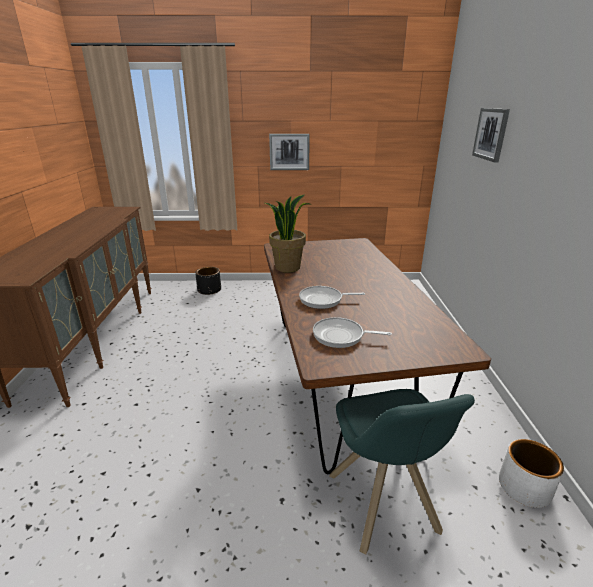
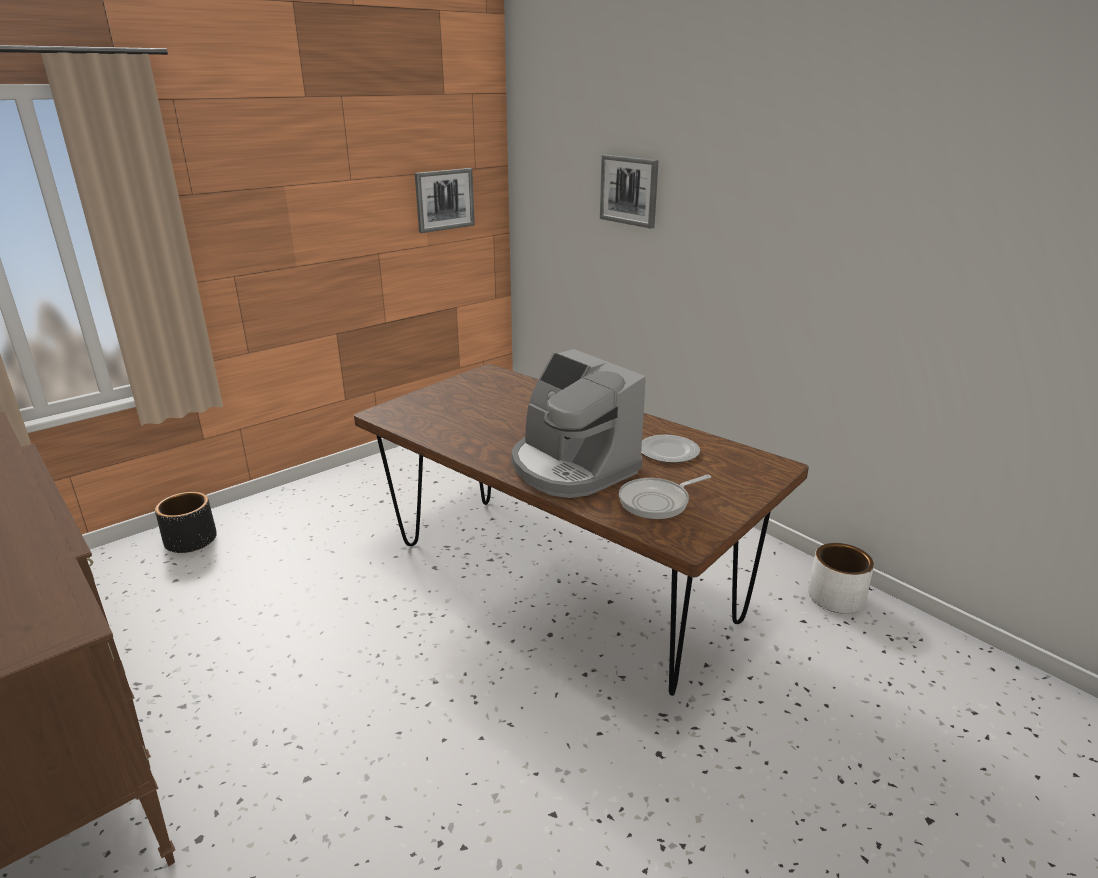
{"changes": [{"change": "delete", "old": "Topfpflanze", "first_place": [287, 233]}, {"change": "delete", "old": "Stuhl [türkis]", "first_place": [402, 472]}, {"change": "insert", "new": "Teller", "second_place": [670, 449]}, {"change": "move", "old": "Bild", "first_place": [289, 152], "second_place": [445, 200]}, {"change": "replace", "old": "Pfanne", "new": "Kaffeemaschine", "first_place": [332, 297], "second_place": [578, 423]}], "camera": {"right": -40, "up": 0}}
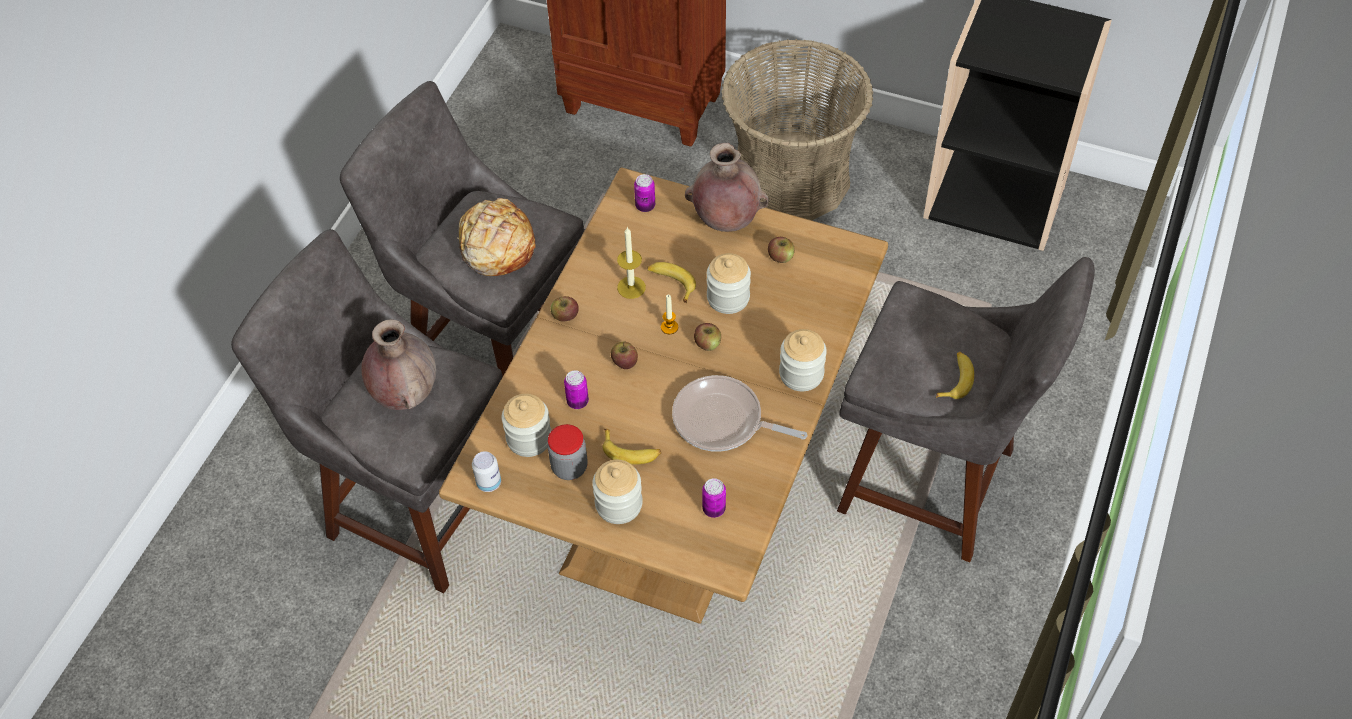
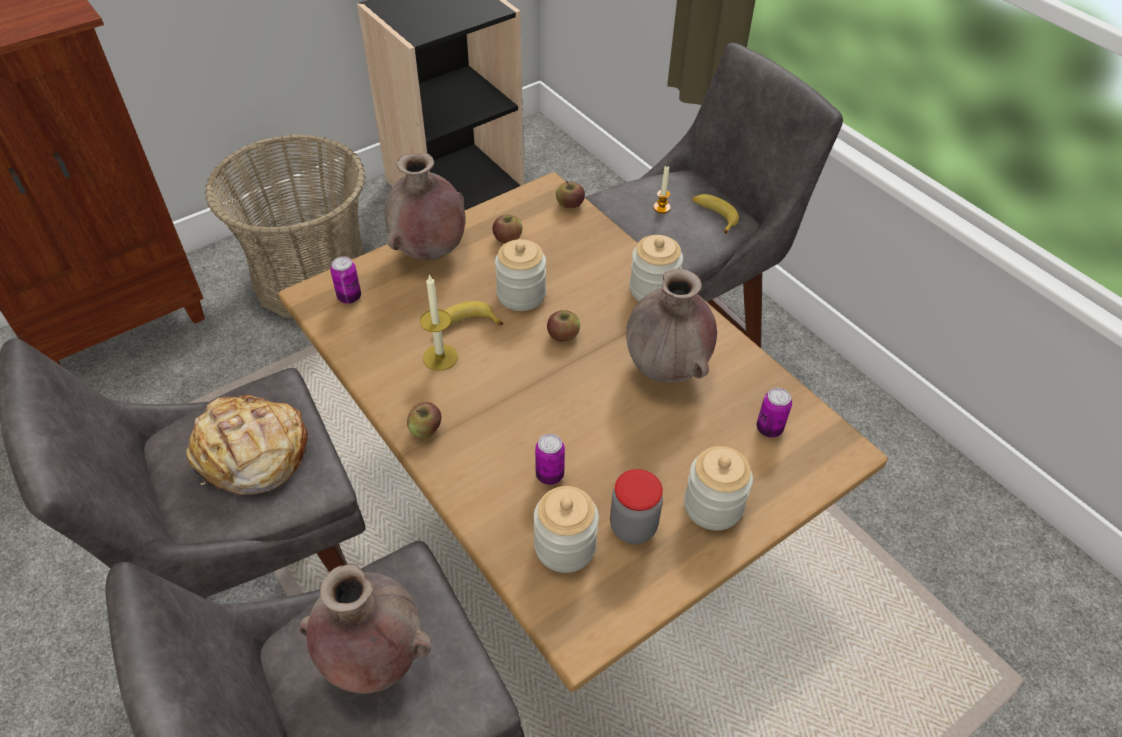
{"changes": [{"change": "delete", "old": "Dose", "first_place": [486, 471]}, {"change": "delete", "old": "Banane", "first_place": [632, 447]}, {"change": "move", "old": "Apfel", "first_place": [624, 355], "second_place": [570, 194]}, {"change": "move", "old": "Kerze", "first_place": [669, 314], "second_place": [662, 189]}, {"change": "replace", "old": "Pfanne", "new": "Vase [braun]", "first_place": [739, 413], "second_place": [671, 326]}], "camera": {"right": -60, "up": -5}}
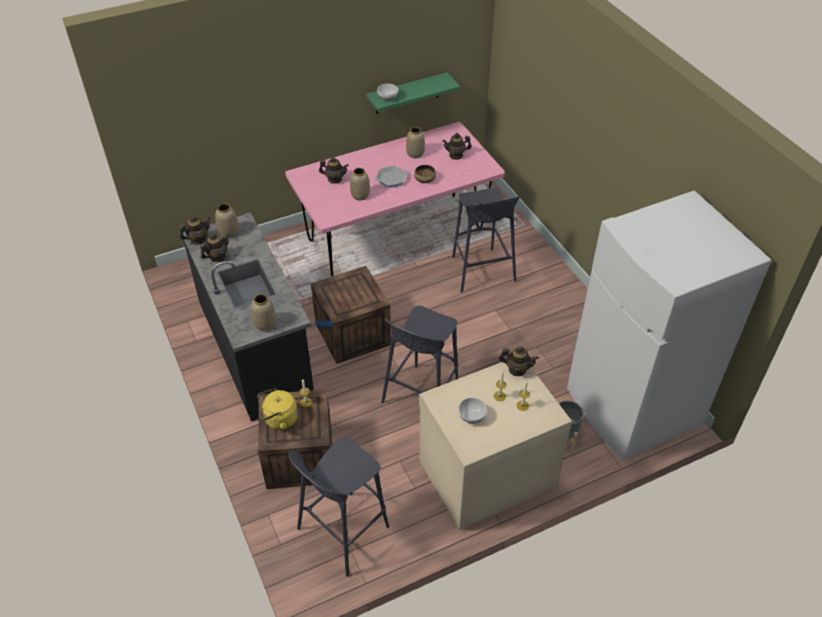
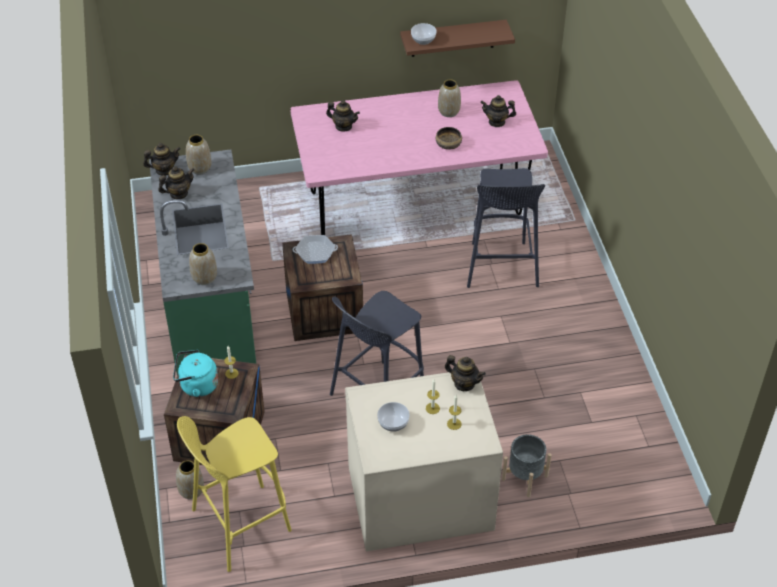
{"changes": [{"change": "delete", "old": "Kühlschrank [weiß]", "first_place": [669, 326]}, {"change": "move", "old": "Vase", "first_place": [360, 184], "second_place": [190, 480]}, {"change": "move", "old": "Pfanne", "first_place": [391, 177], "second_place": [315, 249]}, {"change": "recolor", "old": "Küchenzeile [schwarz]", "new": "Küchenzeile [grün]", "first_place": [248, 317], "second_place": [202, 262]}, {"change": "recolor", "old": "Wasserkessel [gelb]", "new": "Wasserkessel [türkis]", "first_place": [277, 409], "second_place": [195, 373]}, {"change": "recolor", "old": "Hocker [grau]", "new": "Hocker [gelb]", "first_place": [339, 507], "second_place": [234, 494]}, {"change": "recolor", "old": "Wandregal [grün]", "new": "Wandregal [braun]", "first_place": [413, 93], "second_place": [457, 38]}], "camera": {"right": 15, "up": 0}}
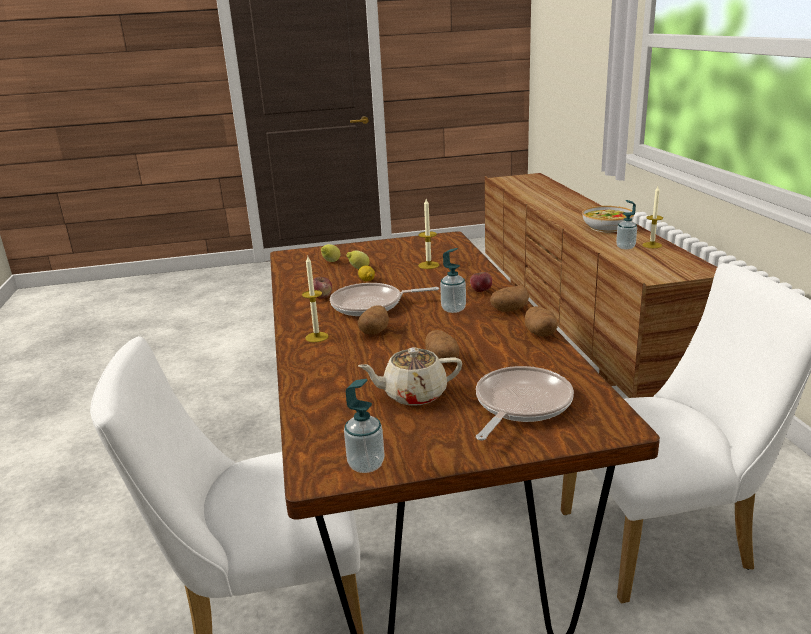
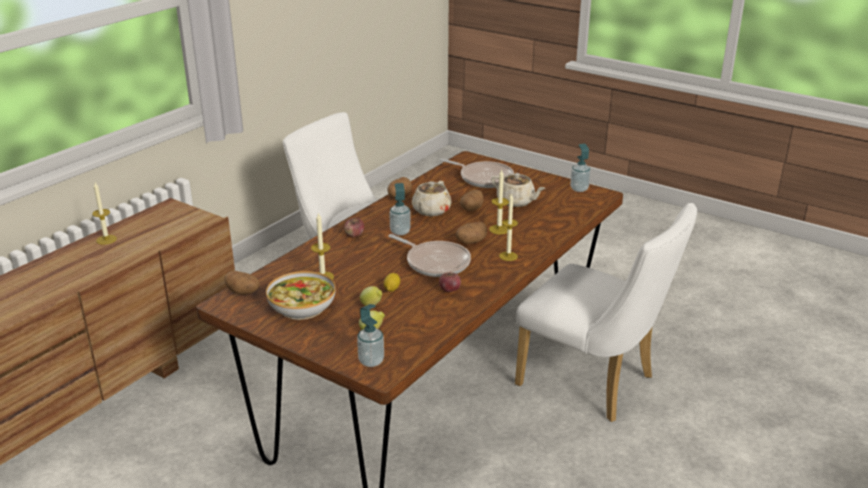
{"changes": [{"change": "insert", "new": "Teekanne [beige]", "second_place": [432, 198]}, {"change": "insert", "new": "Kerze", "second_place": [499, 201]}, {"change": "move", "old": "Kartoffel", "first_place": [509, 299], "second_place": [242, 283]}, {"change": "move", "old": "Schüssel", "first_place": [608, 219], "second_place": [301, 295]}, {"change": "move", "old": "Seifenspender", "first_place": [626, 224], "second_place": [370, 335]}, {"change": "rotate", "old": "Pfanne", "first_place": [525, 403], "second_place": [477, 173], "degrees": -135}], "camera": {"right": -135, "up": 5}}
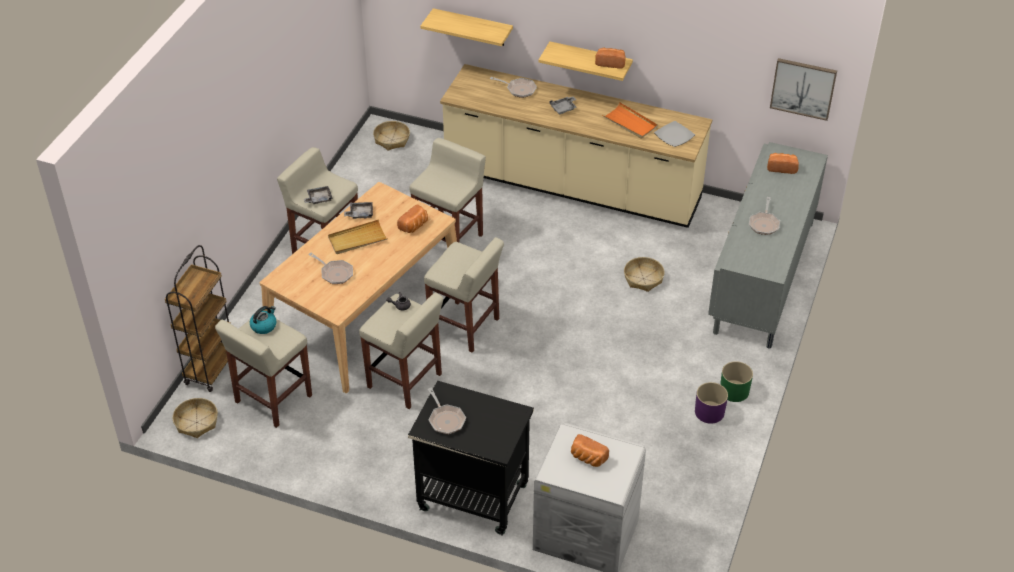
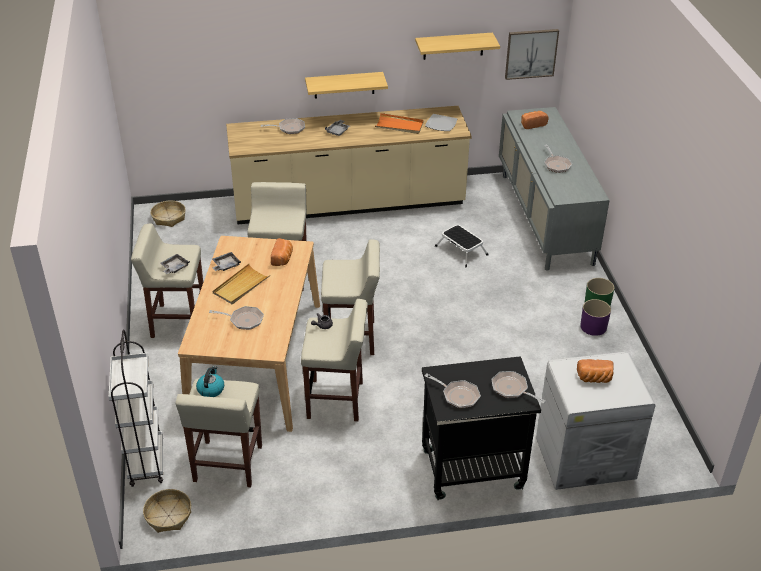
{"changes": [{"change": "delete", "old": "Brot", "first_place": [610, 58]}, {"change": "insert", "new": "Pfanne", "second_place": [518, 387]}, {"change": "move", "old": "Wandregal", "first_place": [466, 27], "second_place": [457, 46]}, {"change": "replace", "old": "Korb", "new": "Trittleiter [schwarz]", "first_place": [644, 274], "second_place": [462, 246]}, {"change": "recolor", "old": "Rollwagen [braun]", "new": "Rollwagen [weiß]", "first_place": [198, 318], "second_place": [136, 408]}], "camera": {"right": -30, "up": -5}}
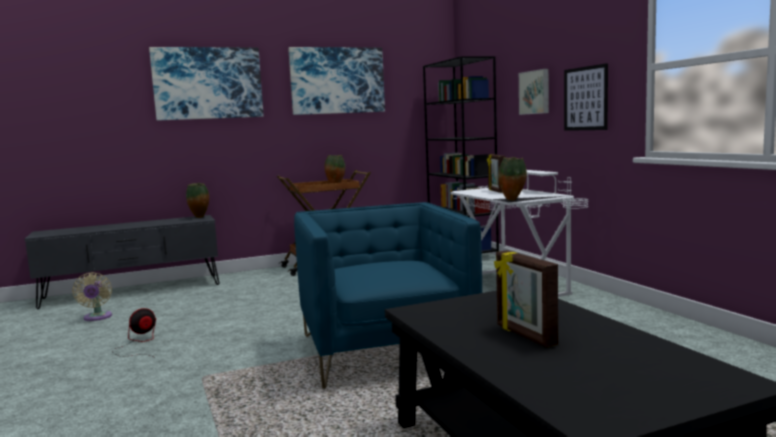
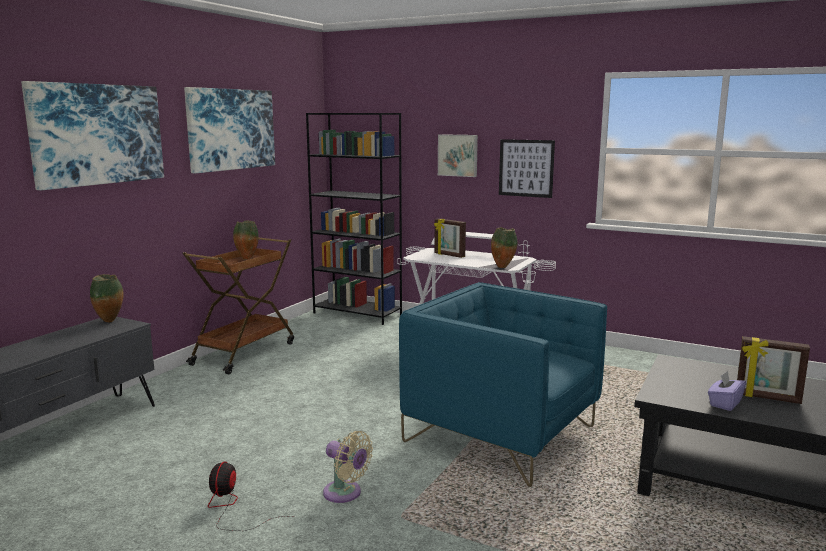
{"changes": [{"change": "insert", "new": "Taschentuchbox [lila]", "second_place": [727, 391]}, {"change": "move", "old": "Ventilator [beige]", "first_place": [92, 296], "second_place": [348, 467]}], "camera": {"right": -40, "up": 5}}
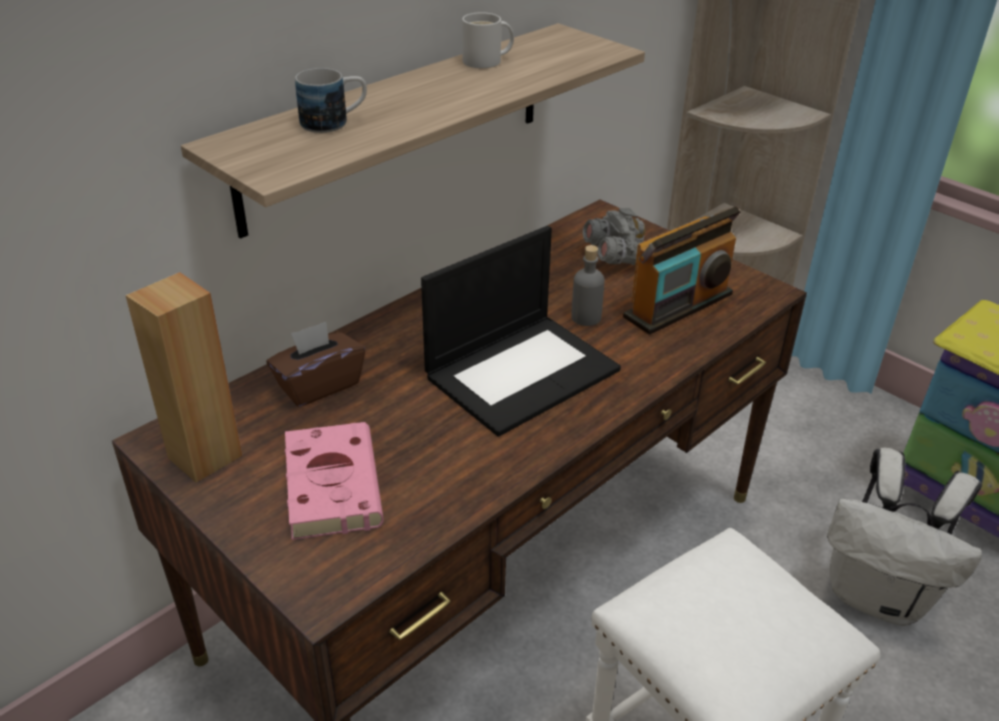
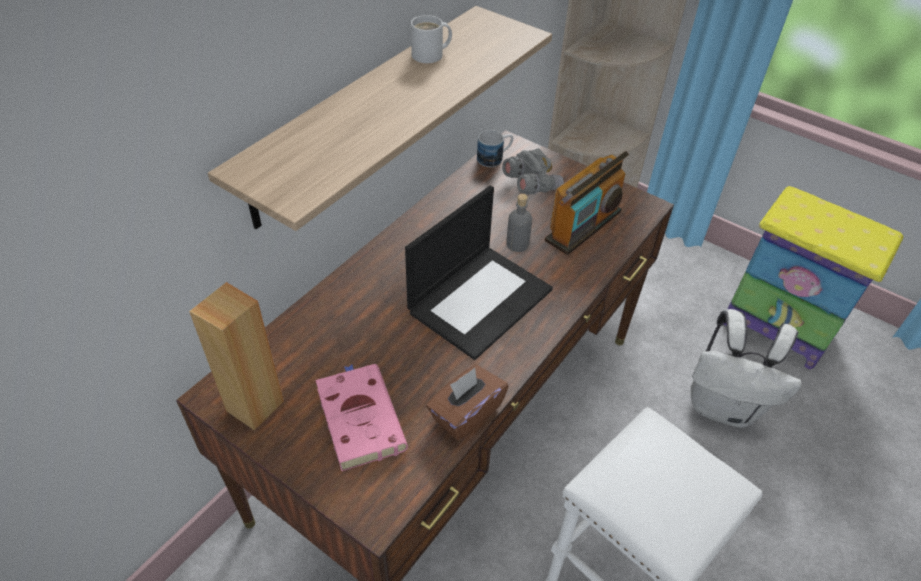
{"changes": [{"change": "move", "old": "Taschentuchbox [braun]", "first_place": [316, 364], "second_place": [467, 403]}, {"change": "move", "old": "Henkelbecher", "first_place": [331, 100], "second_place": [495, 148]}], "camera": {"right": -10, "up": 10}}
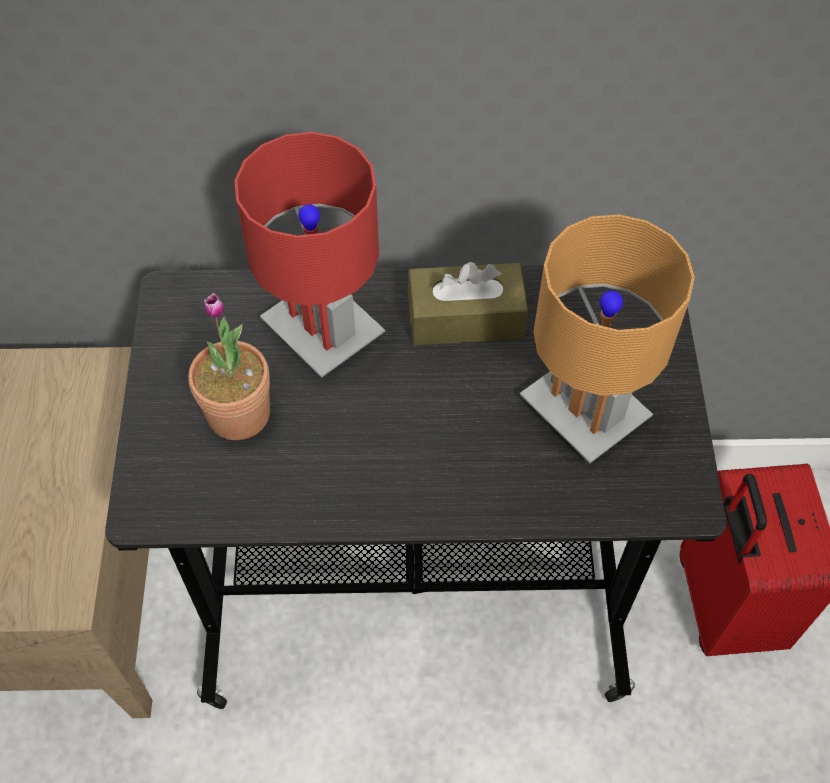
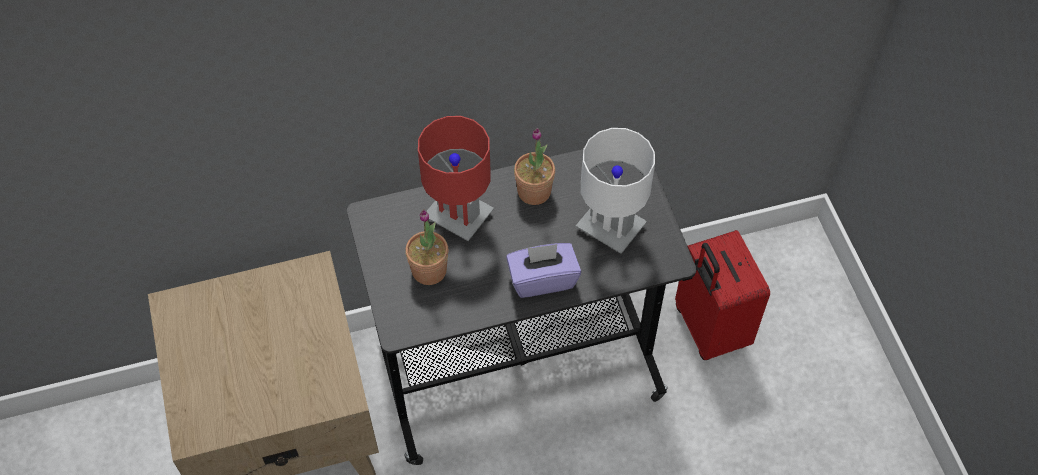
{"changes": [{"change": "insert", "new": "Taschentuchbox [lila]", "second_place": [543, 270]}, {"change": "replace", "old": "Taschentuchbox [braun]", "new": "Topfpflanze", "first_place": [468, 303], "second_place": [534, 166]}, {"change": "recolor", "old": "Tischlampe [braun]", "new": "Tischlampe [weiß]", "first_place": [607, 338], "second_place": [615, 191]}], "camera": {"right": -15, "up": 0}}
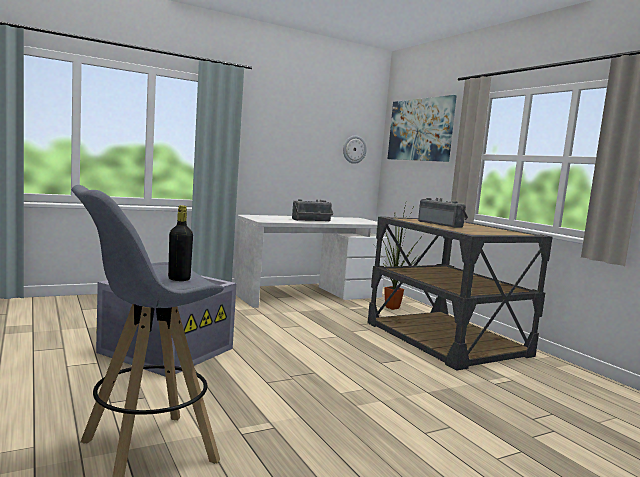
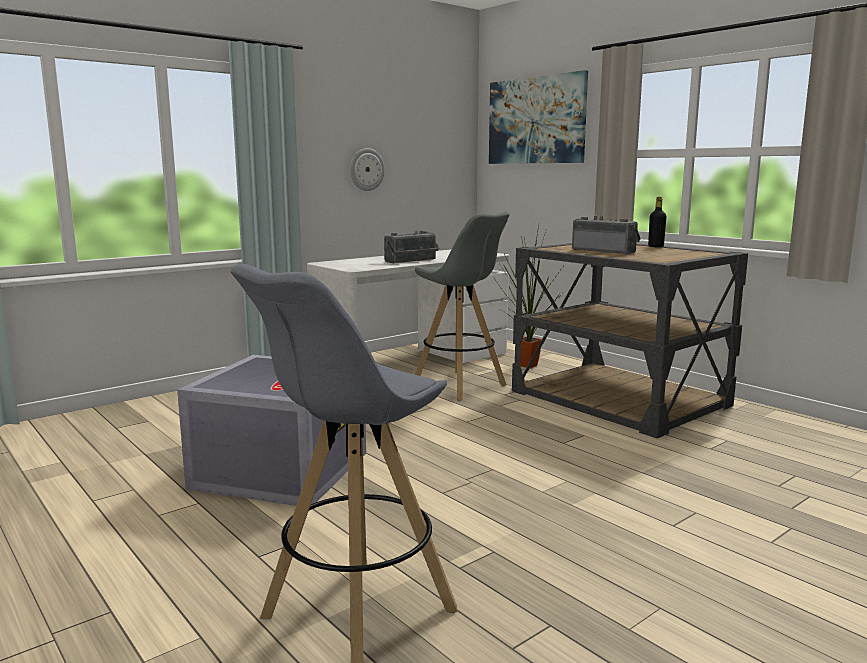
{"changes": [{"change": "insert", "new": "Hocker [grau]", "second_place": [462, 305]}, {"change": "move", "old": "Flasche [schwarz]", "first_place": [180, 243], "second_place": [657, 222]}, {"change": "move", "old": "Wanduhr", "first_place": [355, 149], "second_place": [367, 169]}], "camera": {"right": -10, "up": 5}}
